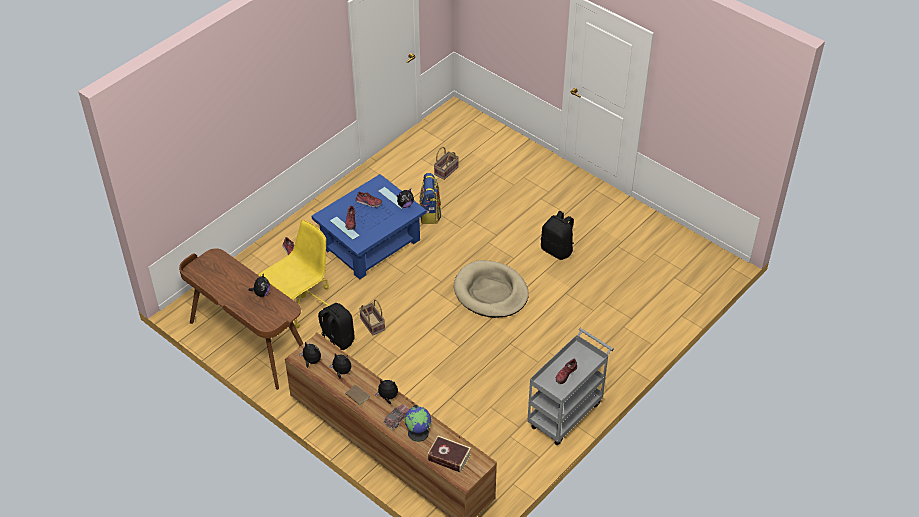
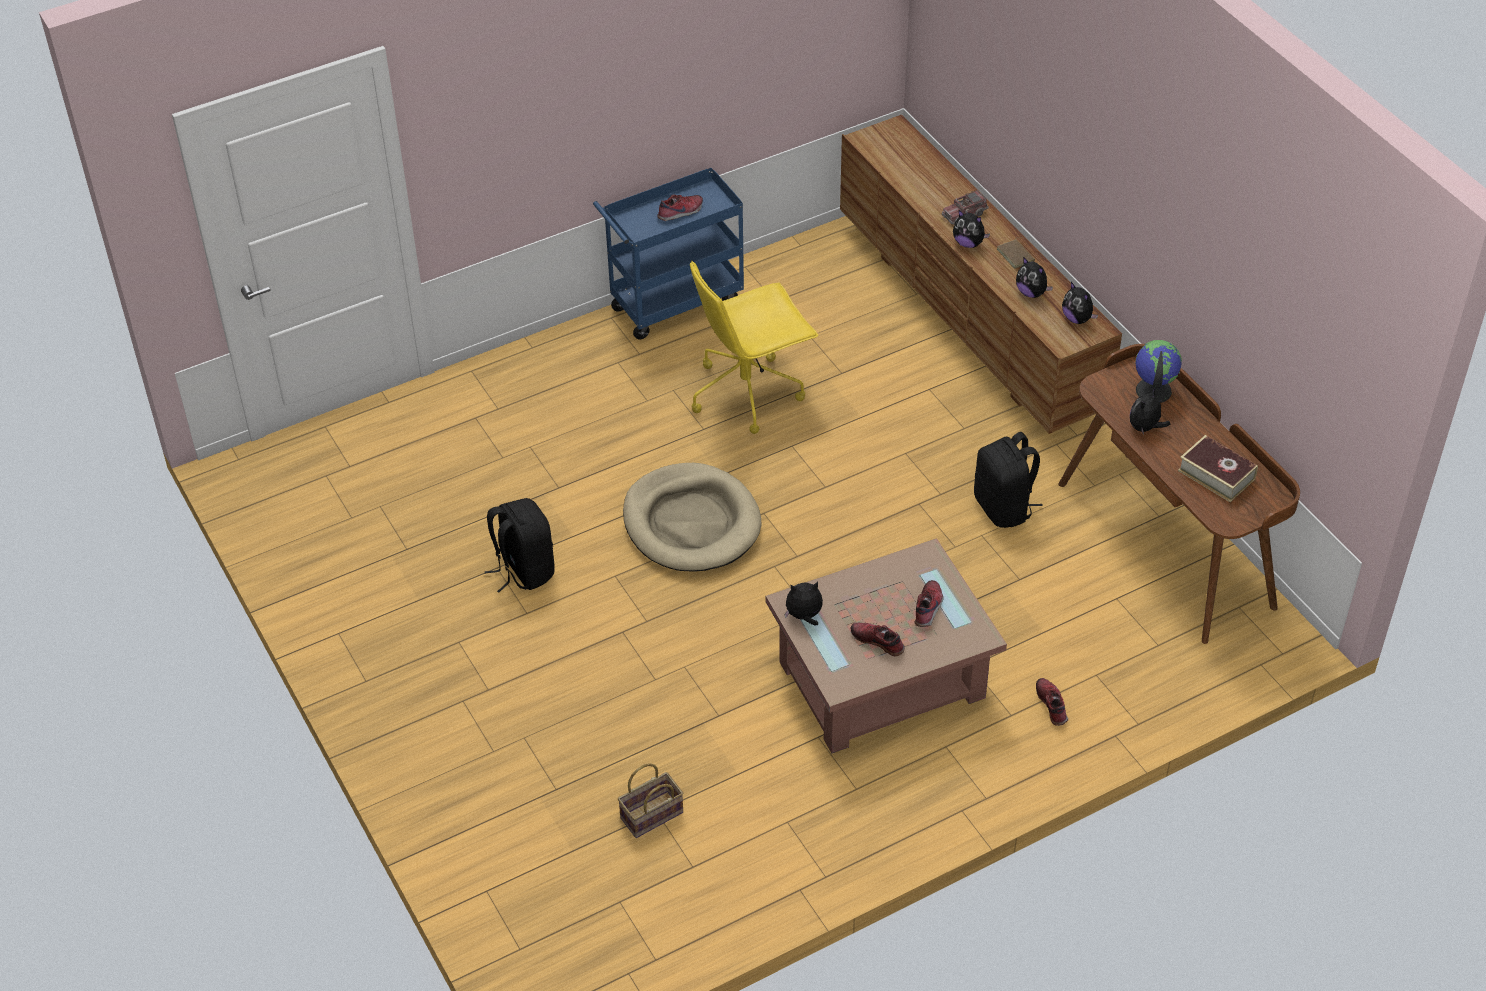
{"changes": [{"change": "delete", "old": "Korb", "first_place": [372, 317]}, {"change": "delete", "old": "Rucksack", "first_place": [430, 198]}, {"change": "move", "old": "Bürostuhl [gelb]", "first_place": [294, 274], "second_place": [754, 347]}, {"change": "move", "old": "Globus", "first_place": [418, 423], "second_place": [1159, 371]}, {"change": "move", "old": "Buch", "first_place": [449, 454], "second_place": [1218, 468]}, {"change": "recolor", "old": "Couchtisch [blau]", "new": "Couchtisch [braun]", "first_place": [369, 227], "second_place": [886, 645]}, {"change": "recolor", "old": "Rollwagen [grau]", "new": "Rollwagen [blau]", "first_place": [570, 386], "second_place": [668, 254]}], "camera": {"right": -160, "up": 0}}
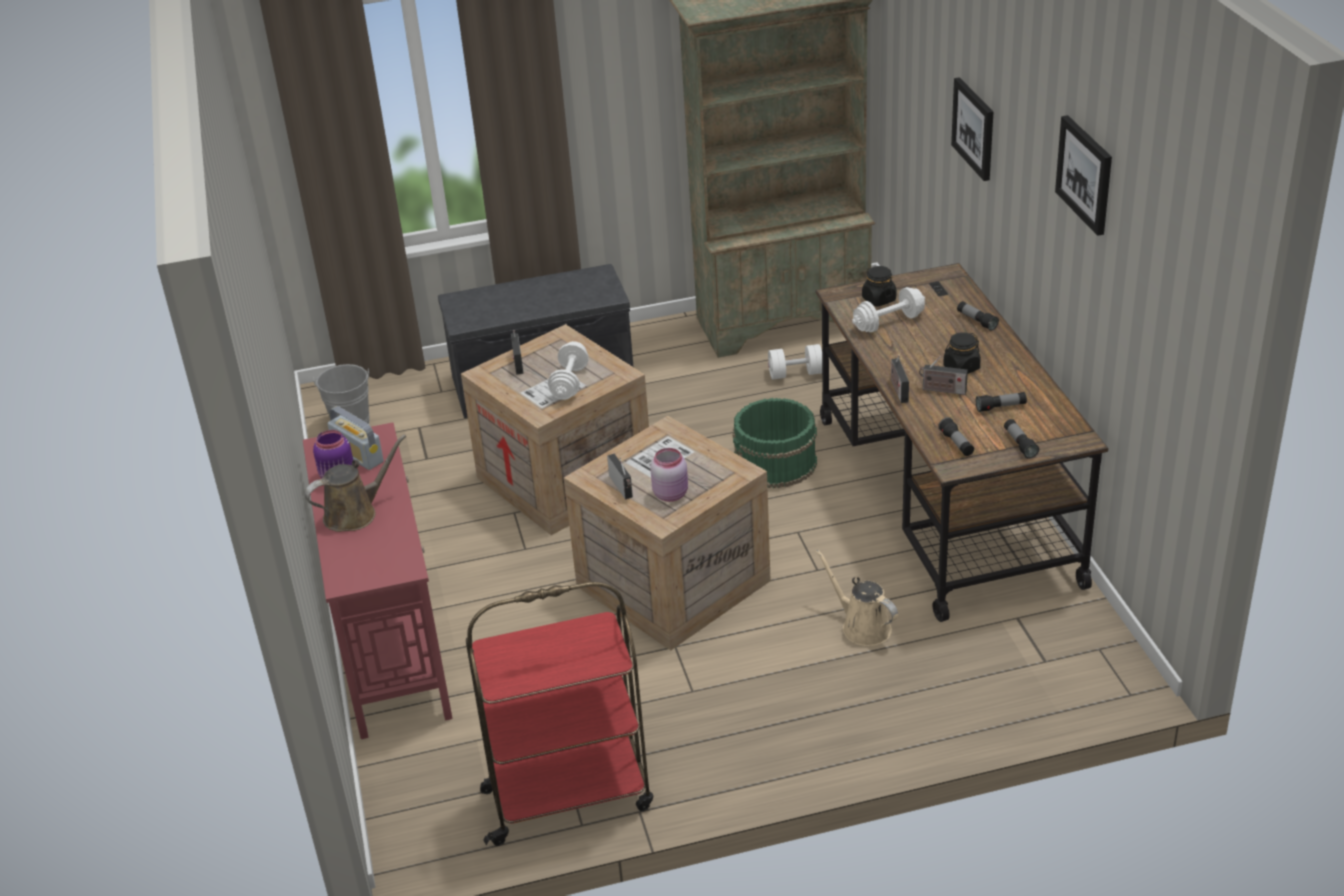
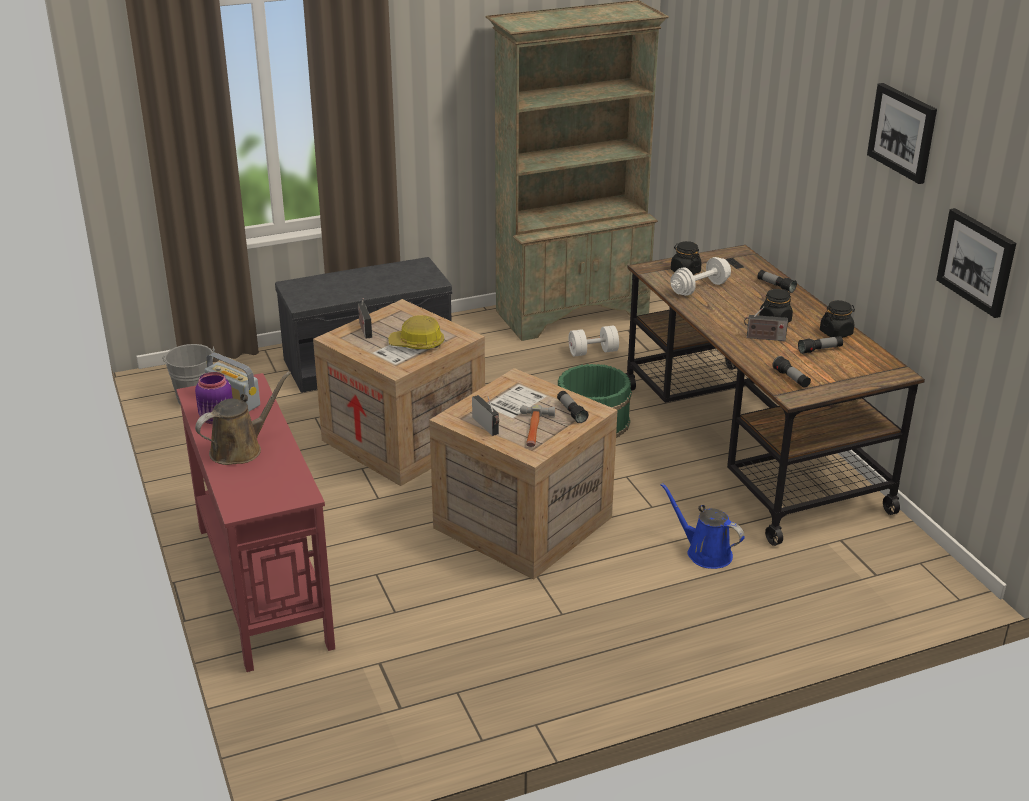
{"changes": [{"change": "delete", "old": "Rollwagen [rot]", "first_place": [559, 714]}, {"change": "delete", "old": "Radio", "first_place": [900, 379]}, {"change": "insert", "new": "Vorratsglas [schwarz]", "second_place": [837, 319]}, {"change": "move", "old": "Bild", "first_place": [972, 129], "second_place": [976, 263]}, {"change": "move", "old": "Taschenlampe", "first_place": [1021, 438], "second_place": [572, 407]}, {"change": "replace", "old": "Hantel [weiß]", "new": "Schutzhelm", "first_place": [568, 370], "second_place": [416, 332]}, {"change": "replace", "old": "Vorratsglas [rosa]", "new": "Hammer", "first_place": [669, 475], "second_place": [537, 426]}, {"change": "recolor", "old": "Gießkanne [beige]", "new": "Gießkanne [blau]", "first_place": [857, 598], "second_place": [702, 526]}], "camera": {"right": -10, "up": -5}}
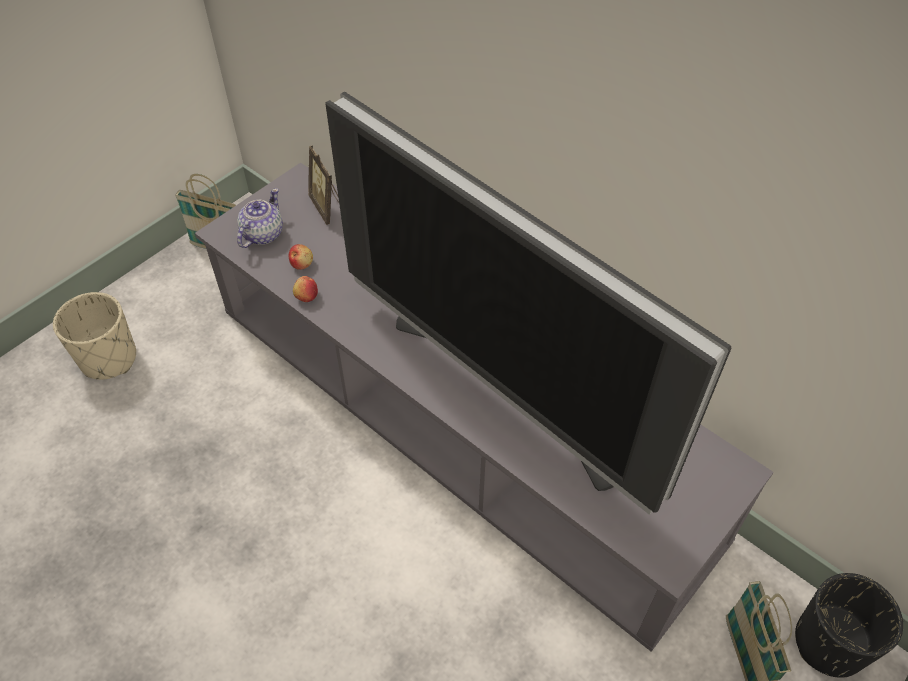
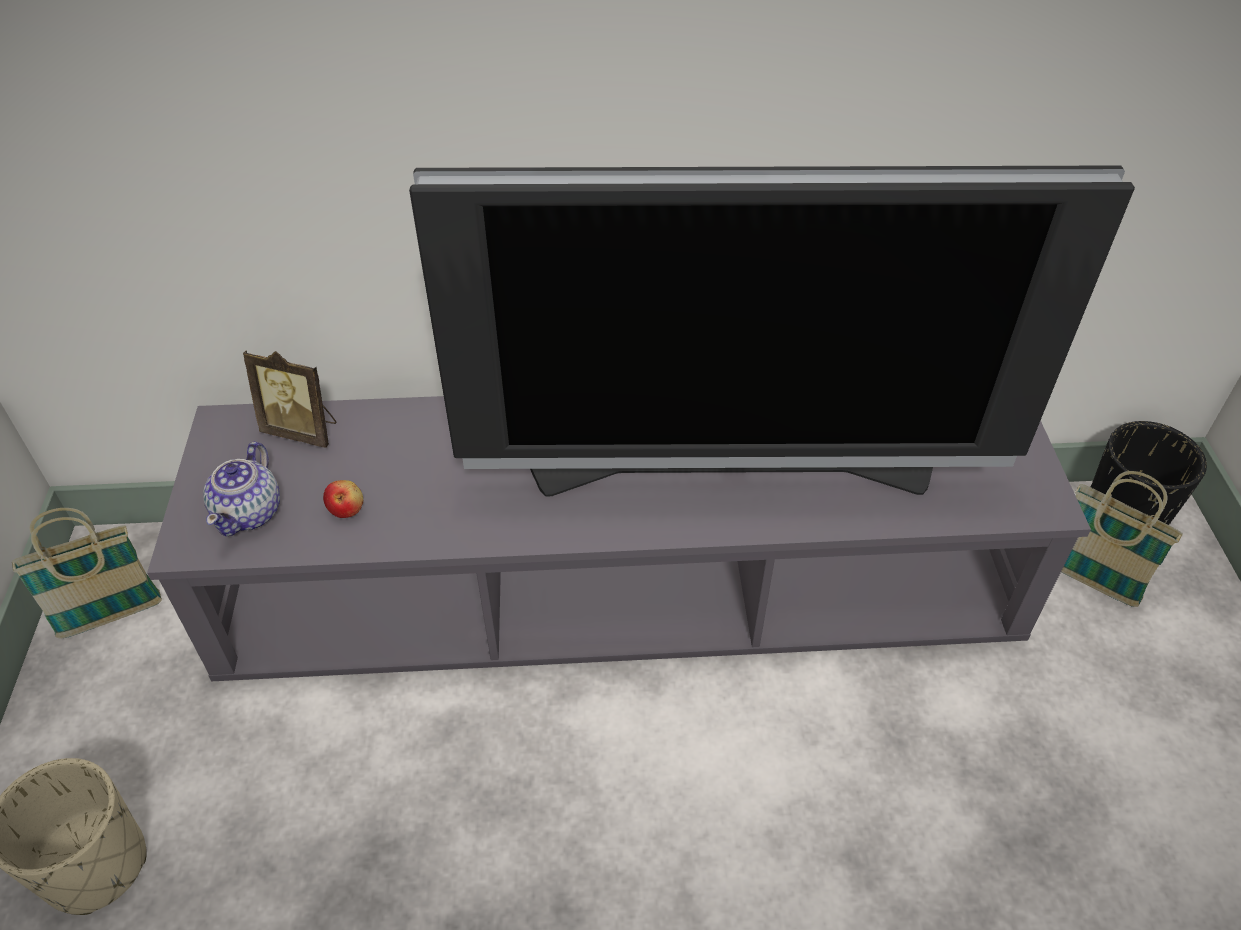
{"changes": [{"change": "delete", "old": "Apfel", "first_place": [305, 289]}, {"change": "rotate", "old": "Teekanne", "first_place": [260, 218], "second_place": [242, 489], "degrees": -150}], "camera": {"right": -45, "up": -5}}
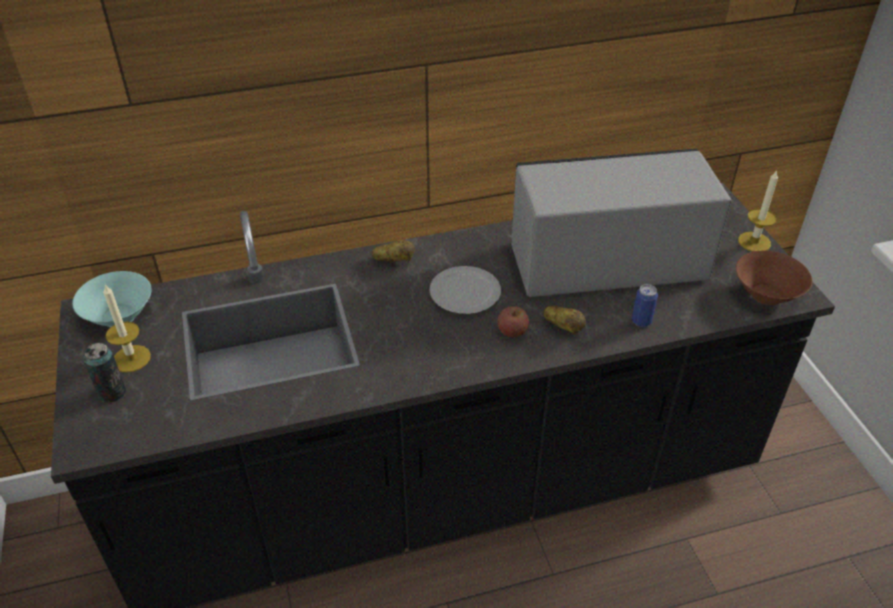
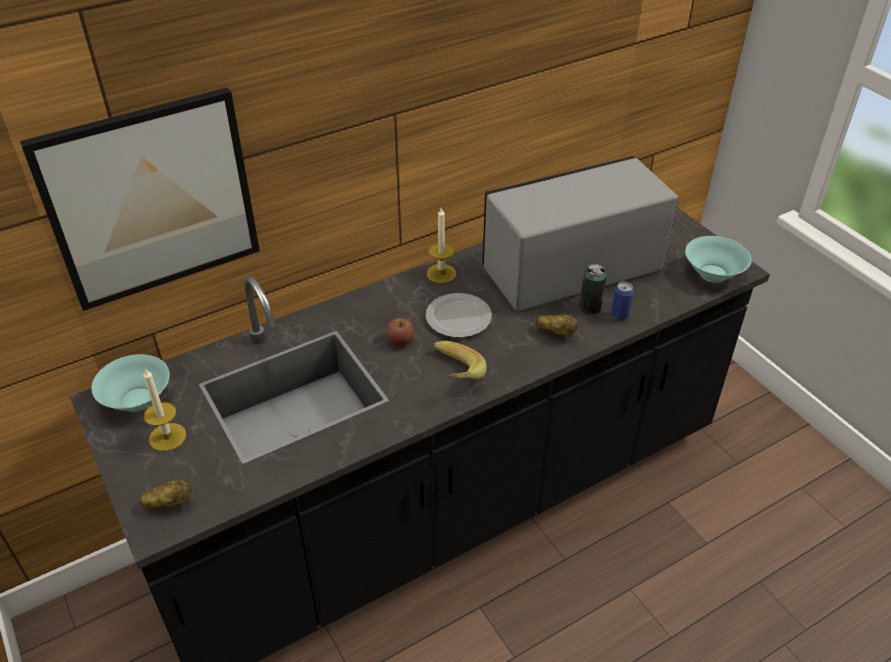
{"changes": [{"change": "insert", "new": "Bild", "second_place": [140, 199]}, {"change": "insert", "new": "Banane", "second_place": [460, 360]}, {"change": "move", "old": "Dose", "first_place": [104, 372], "second_place": [593, 289]}, {"change": "move", "old": "Kartoffel", "first_place": [393, 251], "second_place": [166, 494]}, {"change": "move", "old": "Apfel", "first_place": [513, 322], "second_place": [400, 332]}, {"change": "move", "old": "Kerze", "first_place": [758, 211], "second_place": [441, 245]}, {"change": "recolor", "old": "Schüssel [braun]", "new": "Schüssel [türkis]", "first_place": [774, 278], "second_place": [718, 259]}], "camera": {"right": -15, "up": 0}}
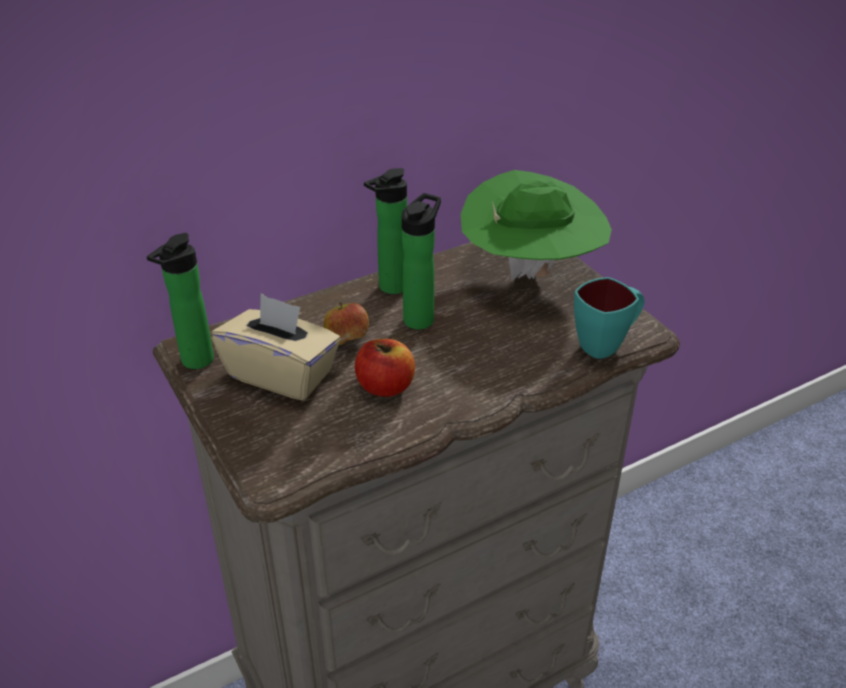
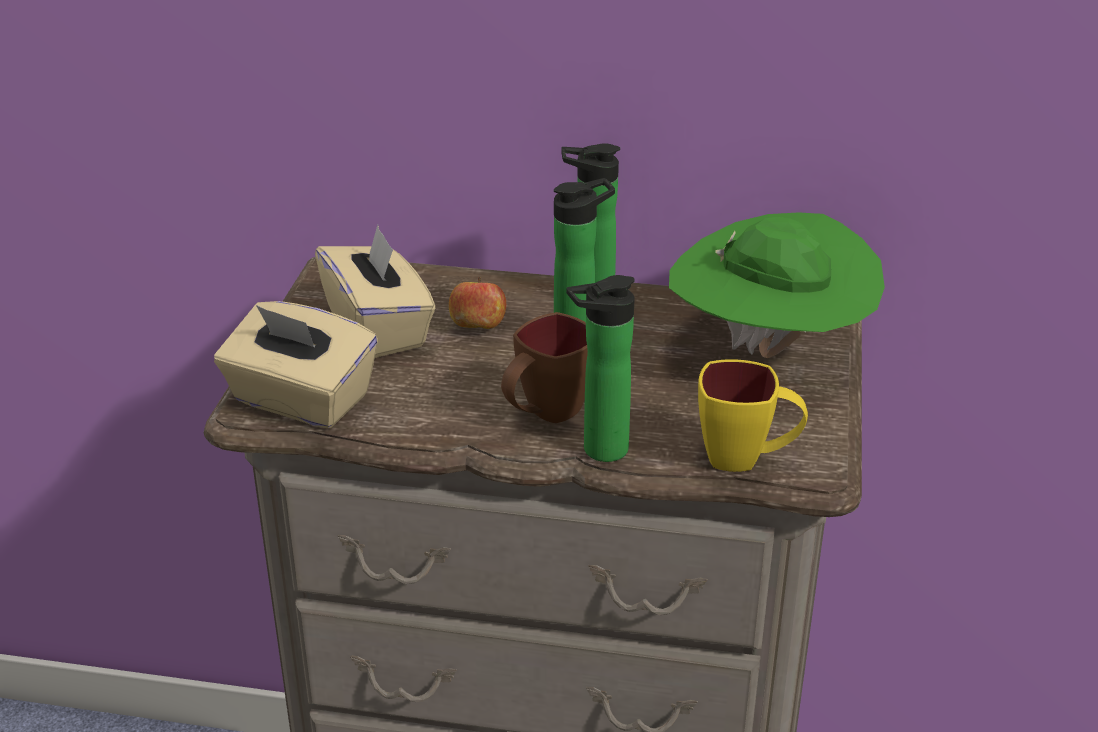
{"changes": [{"change": "delete", "old": "Apfel", "first_place": [385, 368]}, {"change": "insert", "new": "Taschentuchbox [beige]", "second_place": [296, 364]}, {"change": "insert", "new": "Henkelbecher [braun]", "second_place": [544, 367]}, {"change": "move", "old": "Flasche", "first_place": [180, 301], "second_place": [600, 368]}, {"change": "recolor", "old": "Henkelbecher [türkis]", "new": "Henkelbecher [gelb]", "first_place": [609, 318], "second_place": [753, 415]}], "camera": {"right": 40, "up": -5}}
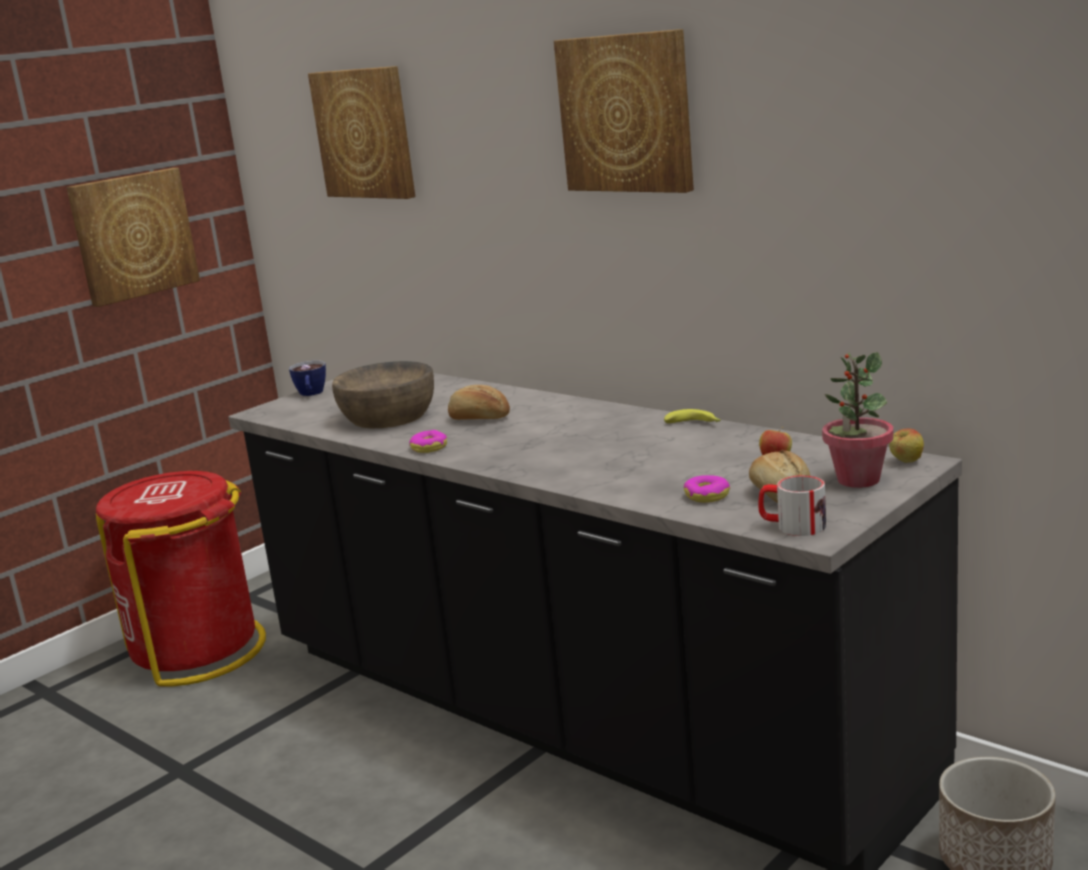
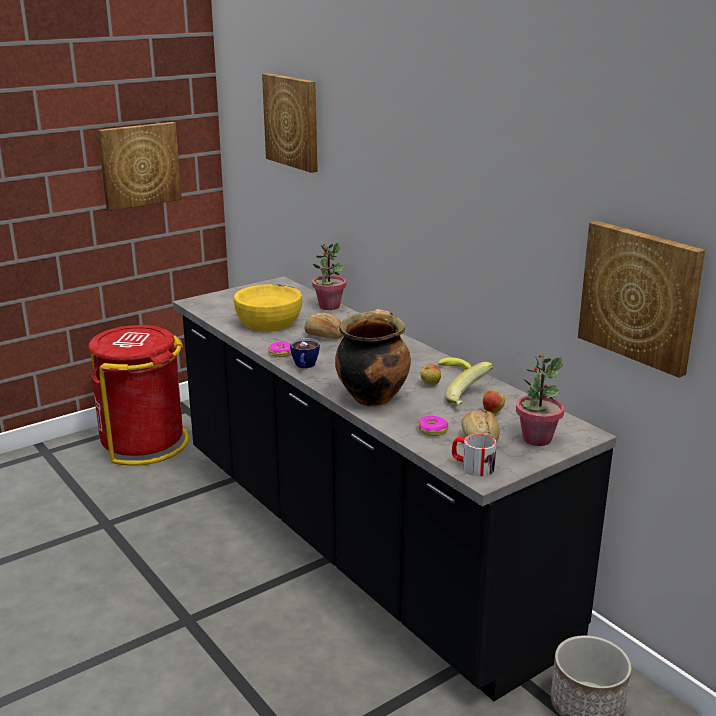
{"changes": [{"change": "insert", "new": "Topfpflanze", "second_place": [329, 276]}, {"change": "insert", "new": "Kochtopf", "second_place": [373, 357]}, {"change": "insert", "new": "Banane", "second_place": [469, 383]}, {"change": "move", "old": "Tasse", "first_place": [307, 378], "second_place": [305, 353]}, {"change": "move", "old": "Bild", "first_place": [624, 111], "second_place": [641, 299]}, {"change": "move", "old": "Apfel", "first_place": [906, 445], "second_place": [430, 375]}, {"change": "recolor", "old": "Schüssel [braun]", "new": "Schüssel [gelb]", "first_place": [383, 394], "second_place": [268, 308]}], "camera": {"right": 10, "up": 5}}
